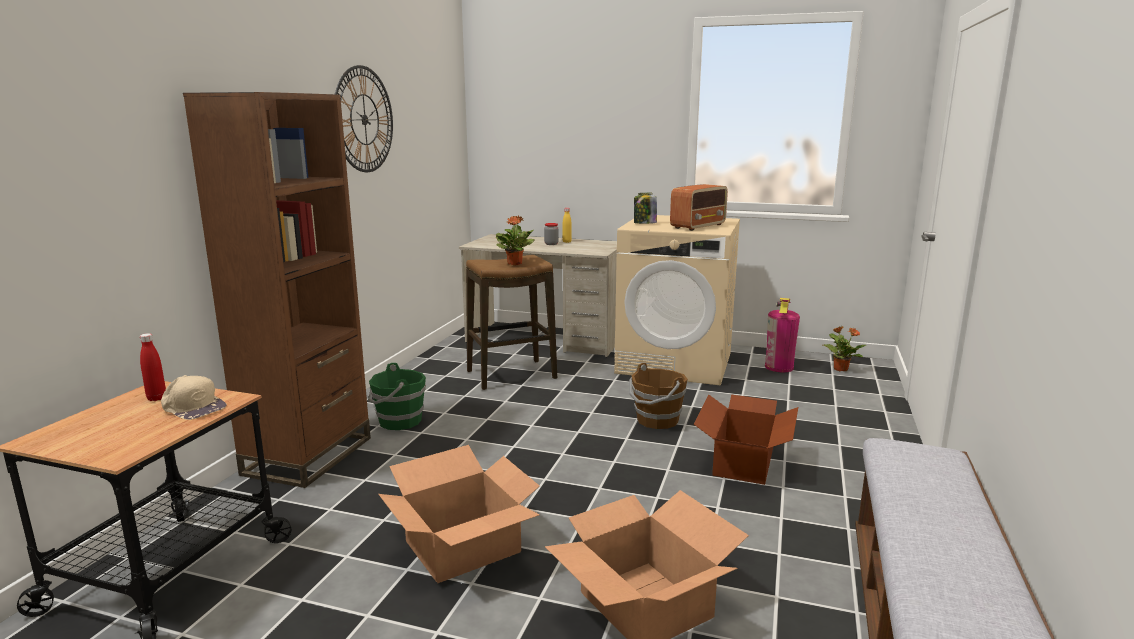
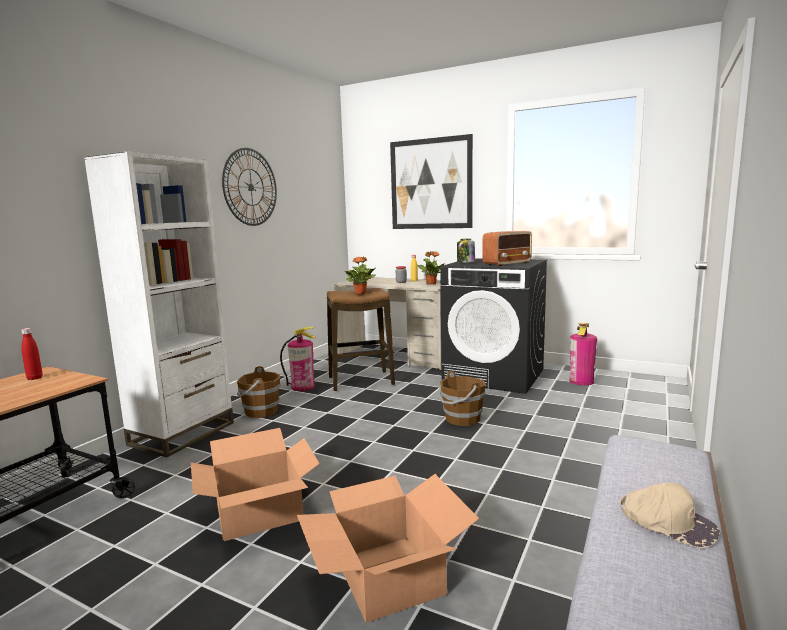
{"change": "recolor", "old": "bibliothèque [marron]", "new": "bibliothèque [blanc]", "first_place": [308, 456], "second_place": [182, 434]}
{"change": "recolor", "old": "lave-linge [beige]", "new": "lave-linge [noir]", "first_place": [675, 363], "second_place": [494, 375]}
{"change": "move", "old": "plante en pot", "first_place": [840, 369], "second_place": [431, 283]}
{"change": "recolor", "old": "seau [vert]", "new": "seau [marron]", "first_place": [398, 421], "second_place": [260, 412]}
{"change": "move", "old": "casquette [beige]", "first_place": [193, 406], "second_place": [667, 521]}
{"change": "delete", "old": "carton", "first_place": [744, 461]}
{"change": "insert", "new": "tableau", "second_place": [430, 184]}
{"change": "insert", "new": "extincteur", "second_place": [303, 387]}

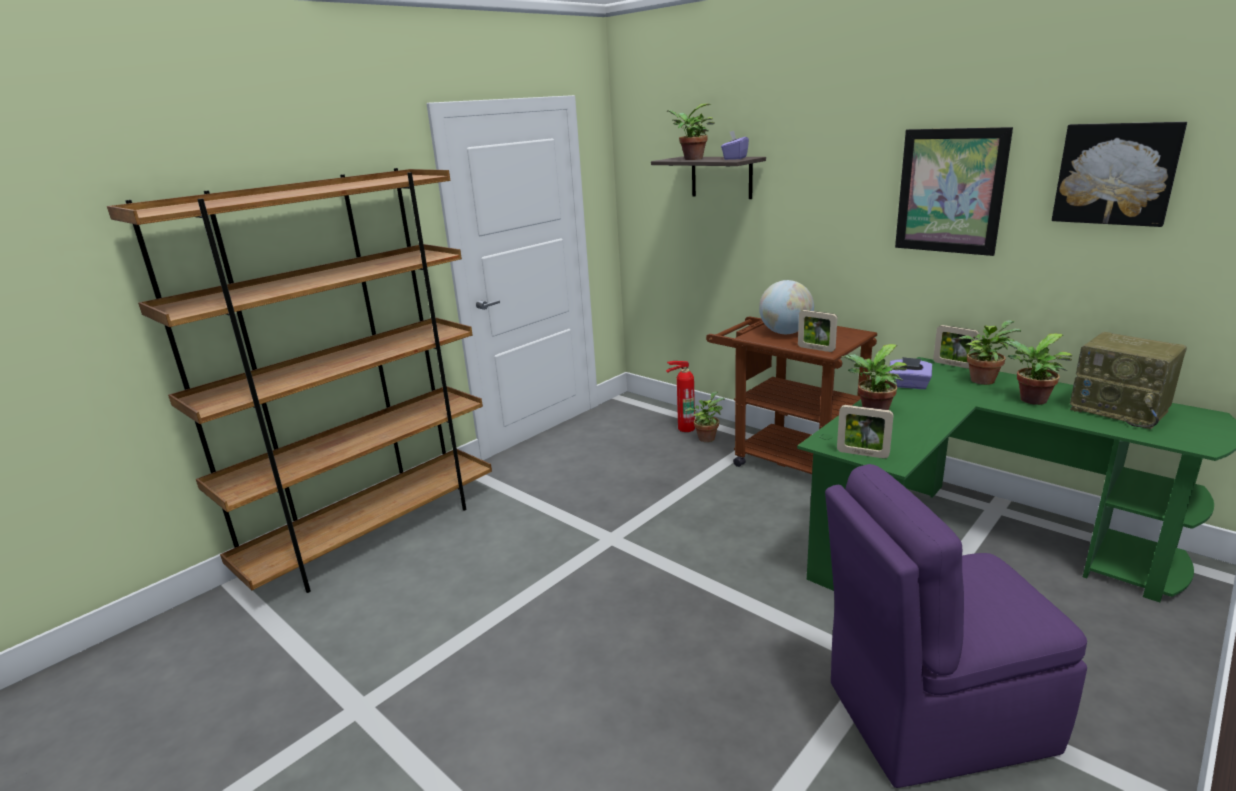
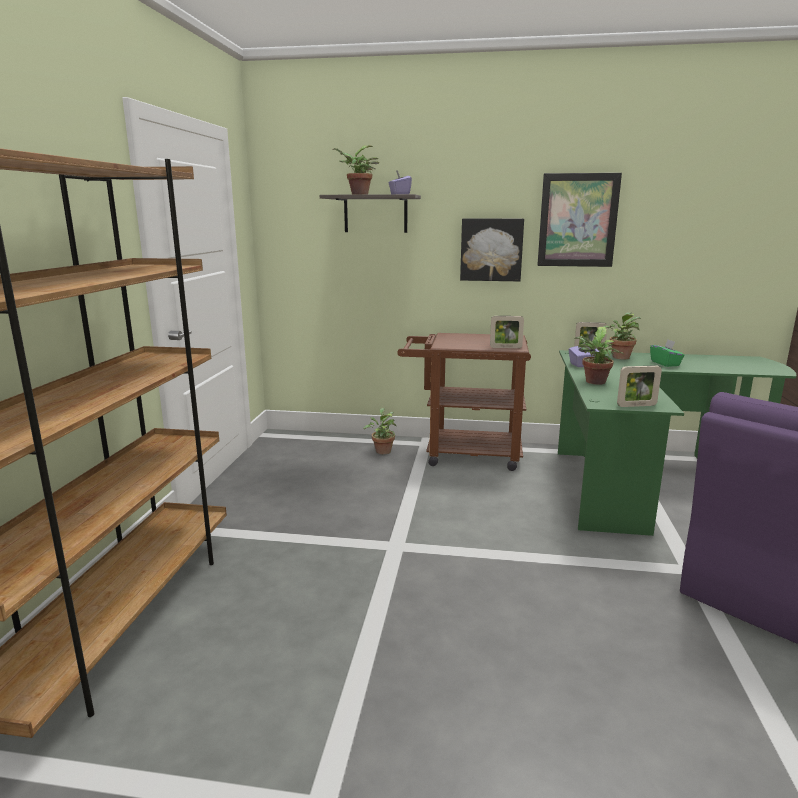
{"change": "move", "old": "tableau", "first_place": [1116, 174], "second_place": [491, 249]}
{"change": "delete", "old": "globe", "first_place": [785, 333]}
{"change": "delete", "old": "radio", "first_place": [1120, 410]}
{"change": "replace", "old": "plante en pot", "new": "boîte à mouchoirs [vert]", "first_place": [1030, 400], "second_place": [665, 363]}
{"change": "delete", "old": "extincteur", "first_place": [684, 428]}

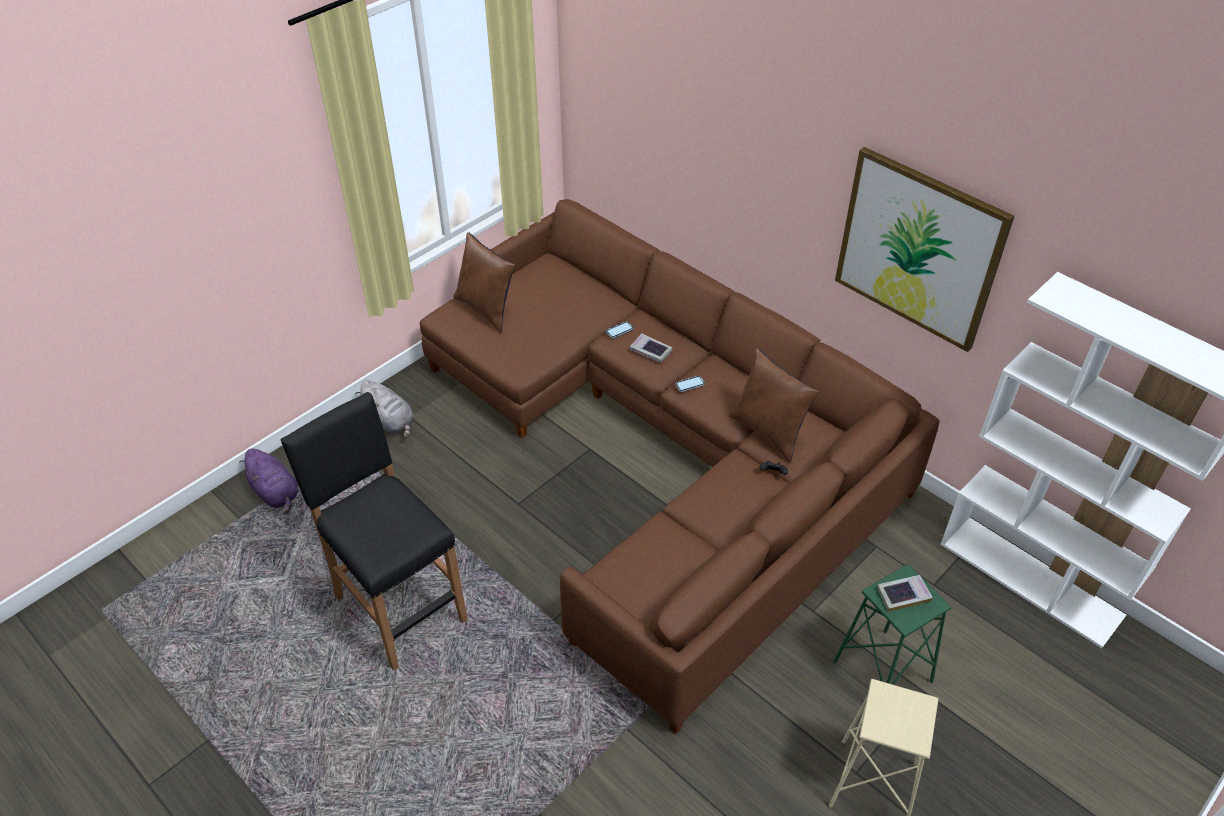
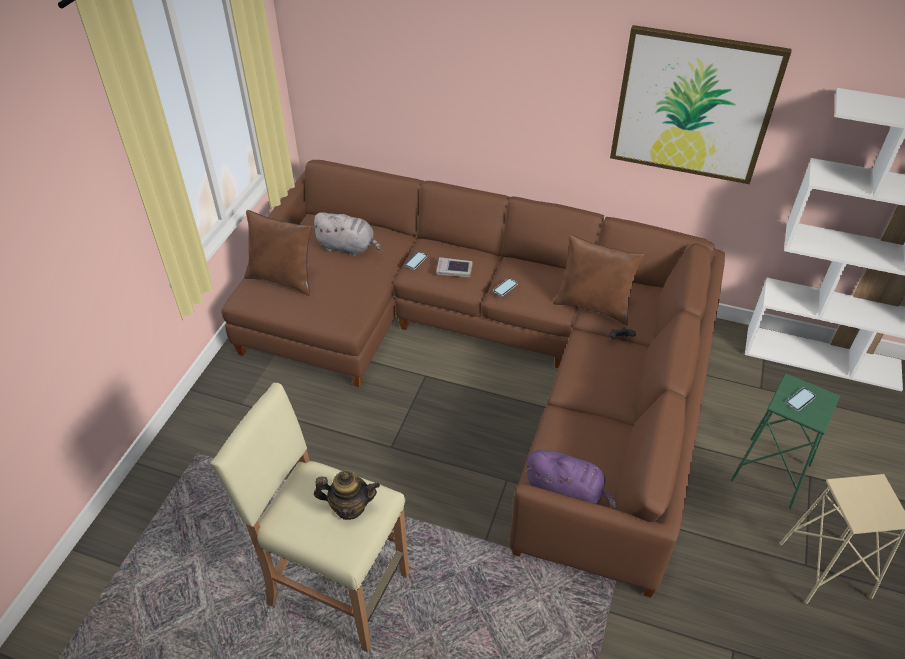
{"change": "move", "old": "peluche [gris]", "first_place": [390, 422], "second_place": [348, 247]}
{"change": "recolor", "old": "tabouret [noir]", "new": "tabouret [beige]", "first_place": [399, 608], "second_place": [337, 588]}
{"change": "move", "old": "peluche [violet]", "first_place": [276, 493], "second_place": [567, 491]}
{"change": "replace", "old": "livre", "new": "téléphone", "first_place": [903, 595], "second_place": [800, 400]}
{"change": "insert", "new": "théière", "second_place": [349, 507]}

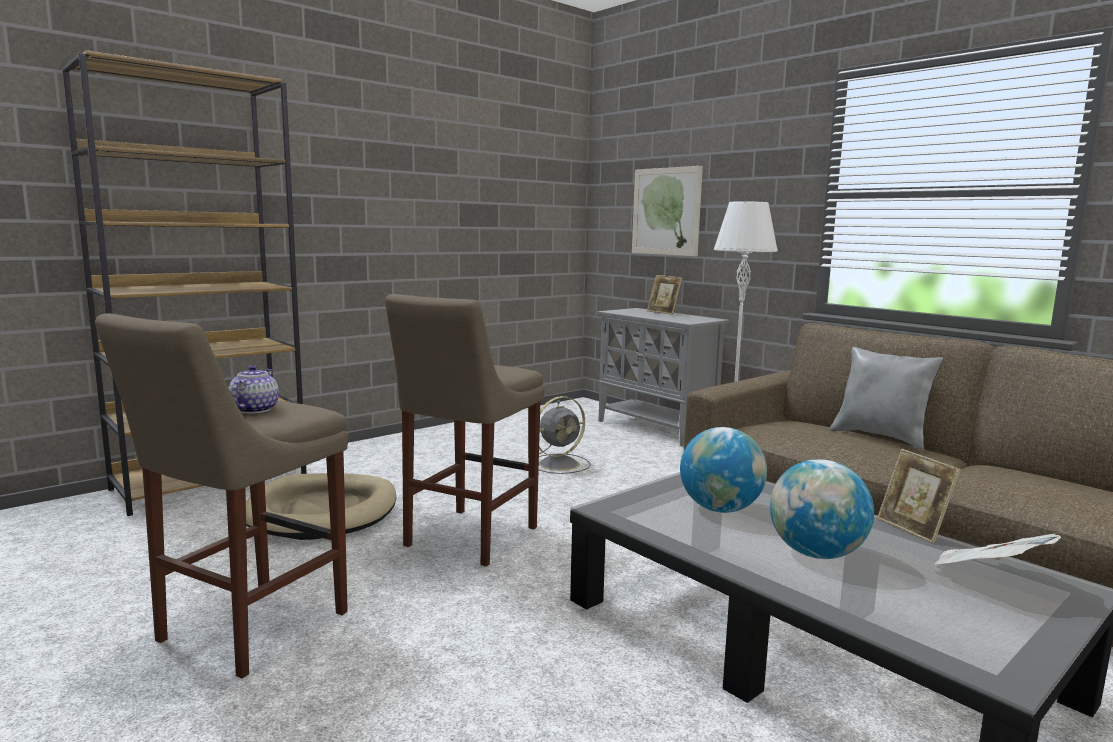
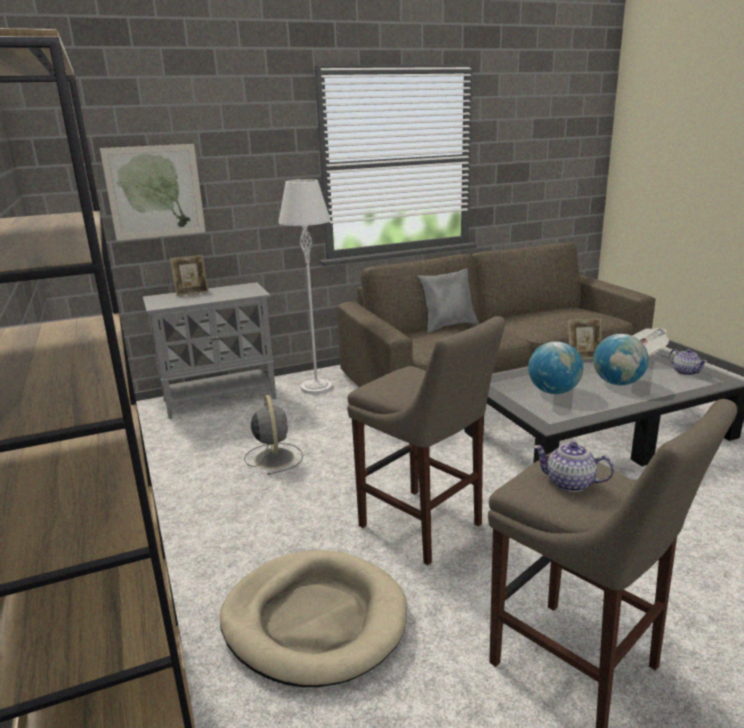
{"change": "insert", "new": "théière", "second_place": [685, 372]}

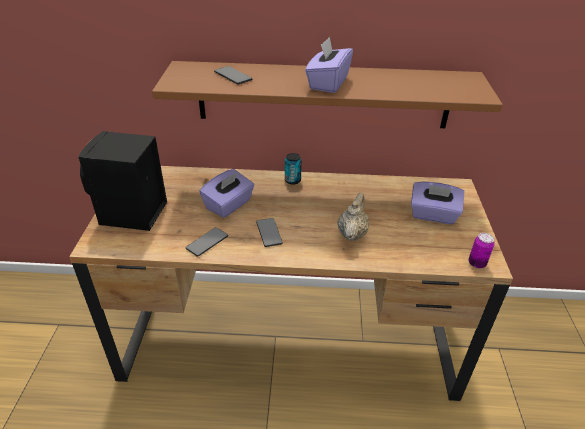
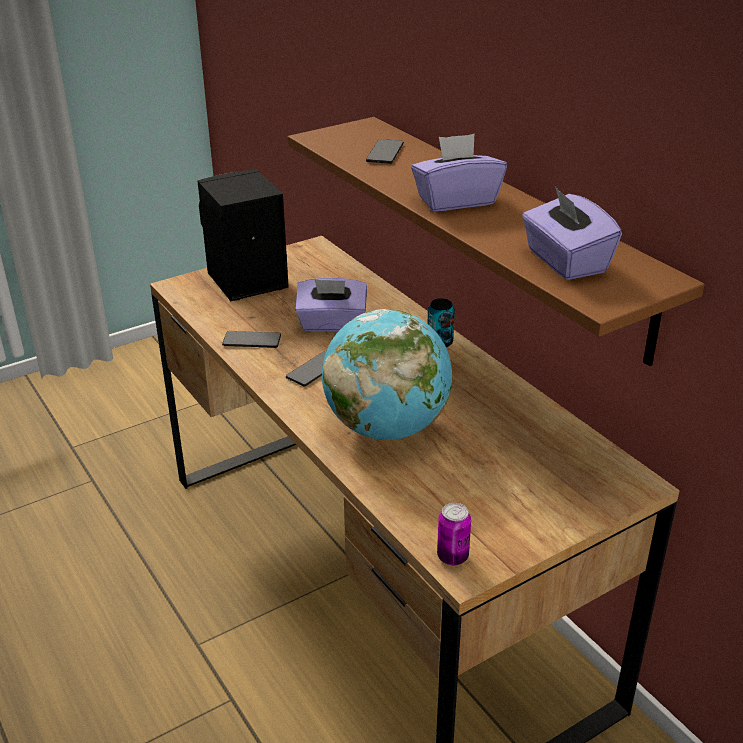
{"change": "move", "old": "boîte à mouchoirs [violet]", "first_place": [433, 215], "second_place": [565, 261]}
{"change": "replace", "old": "théière [beige]", "new": "globe", "first_place": [352, 233], "second_place": [386, 428]}

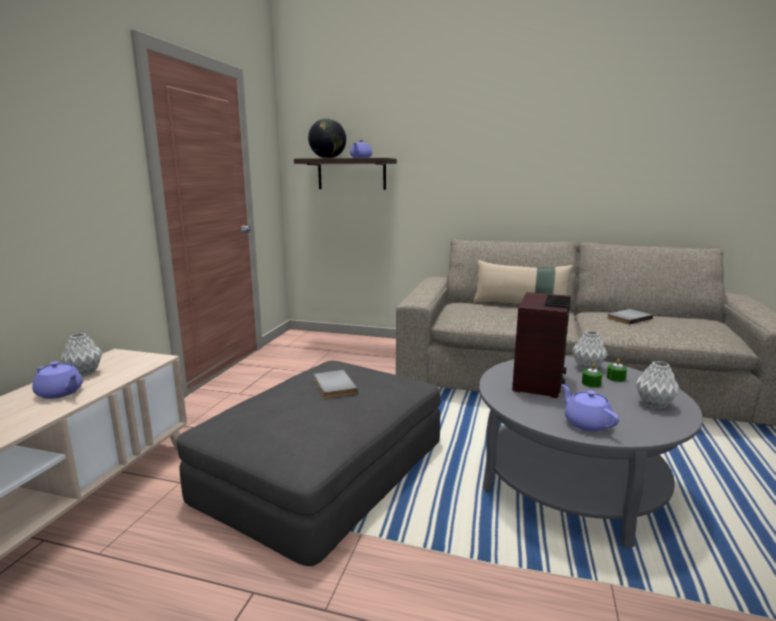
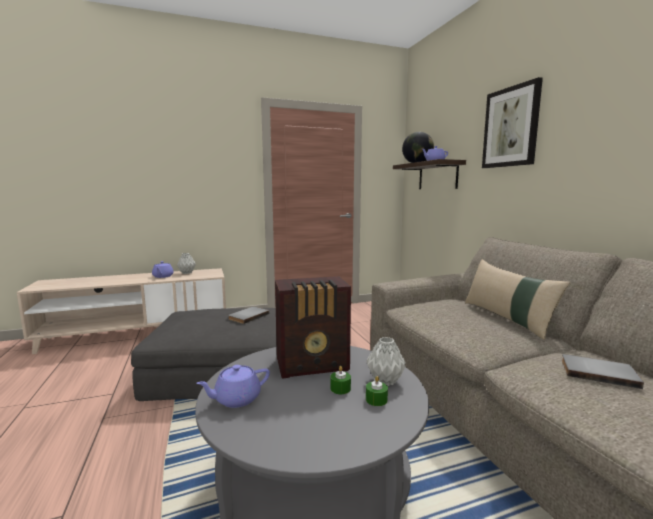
{"change": "delete", "old": "vase [gris]", "first_place": [654, 404]}
{"change": "rotate", "old": "théière [violet]", "first_place": [586, 423], "second_place": [236, 399], "degrees": -150}
{"change": "insert", "new": "tableau", "second_place": [511, 127]}

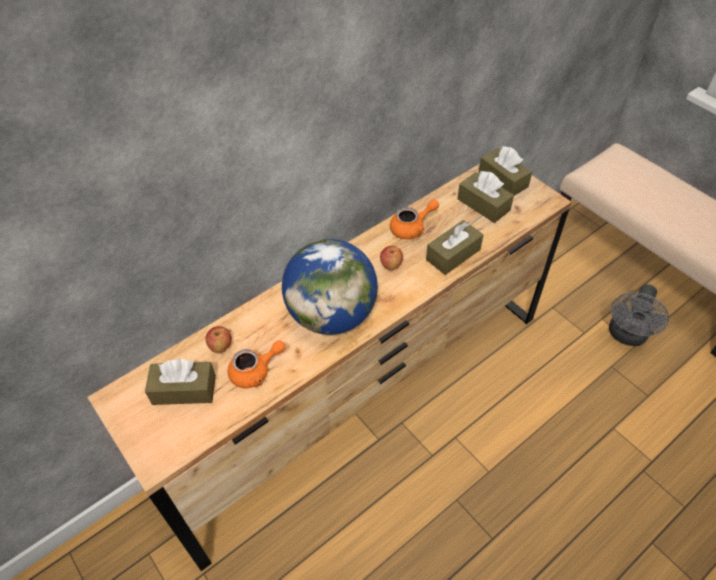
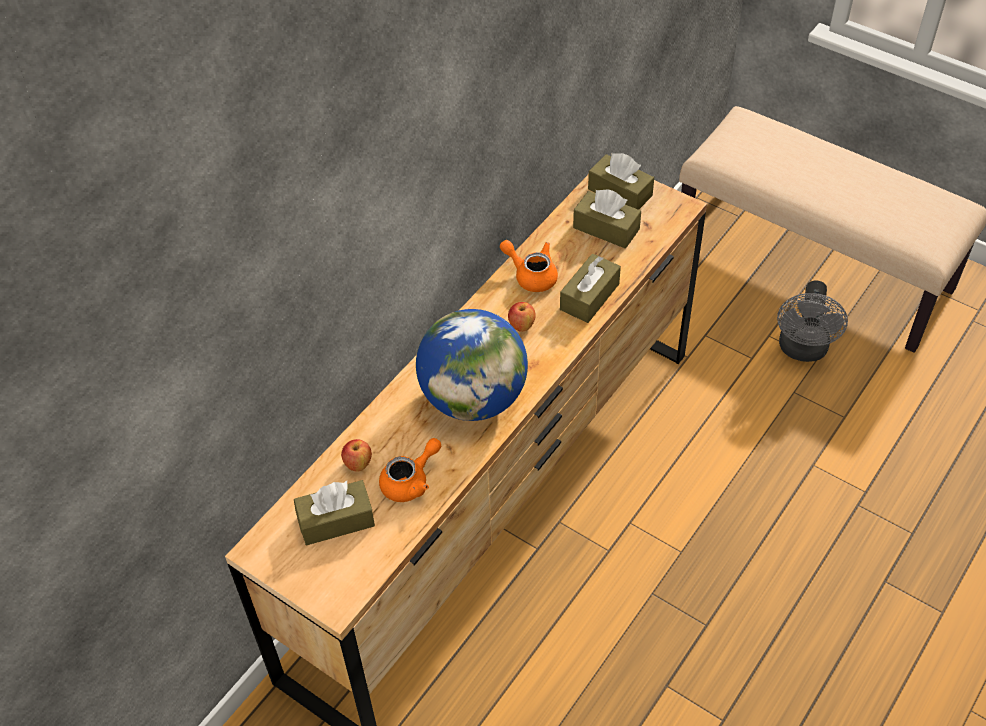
{"change": "rotate", "old": "théière [orange]", "first_place": [412, 228], "second_place": [531, 275], "degrees": -105}

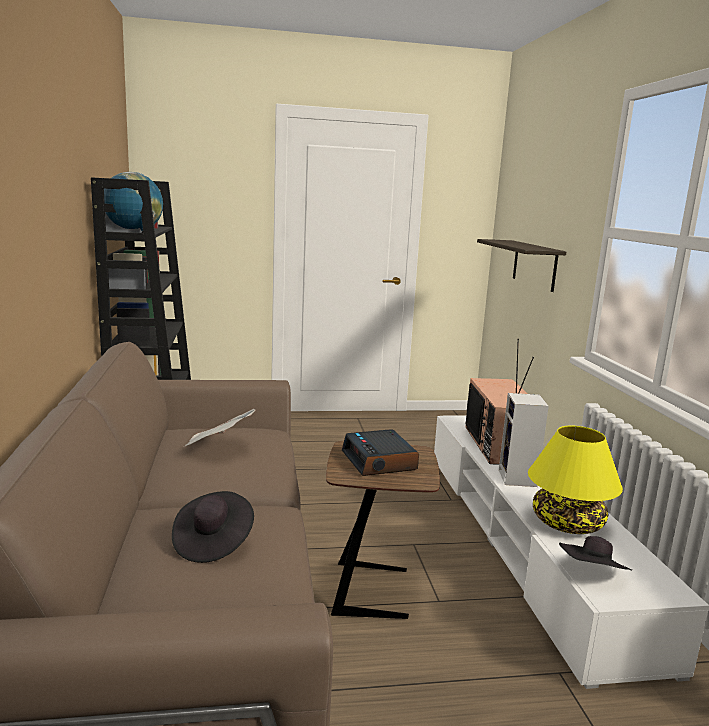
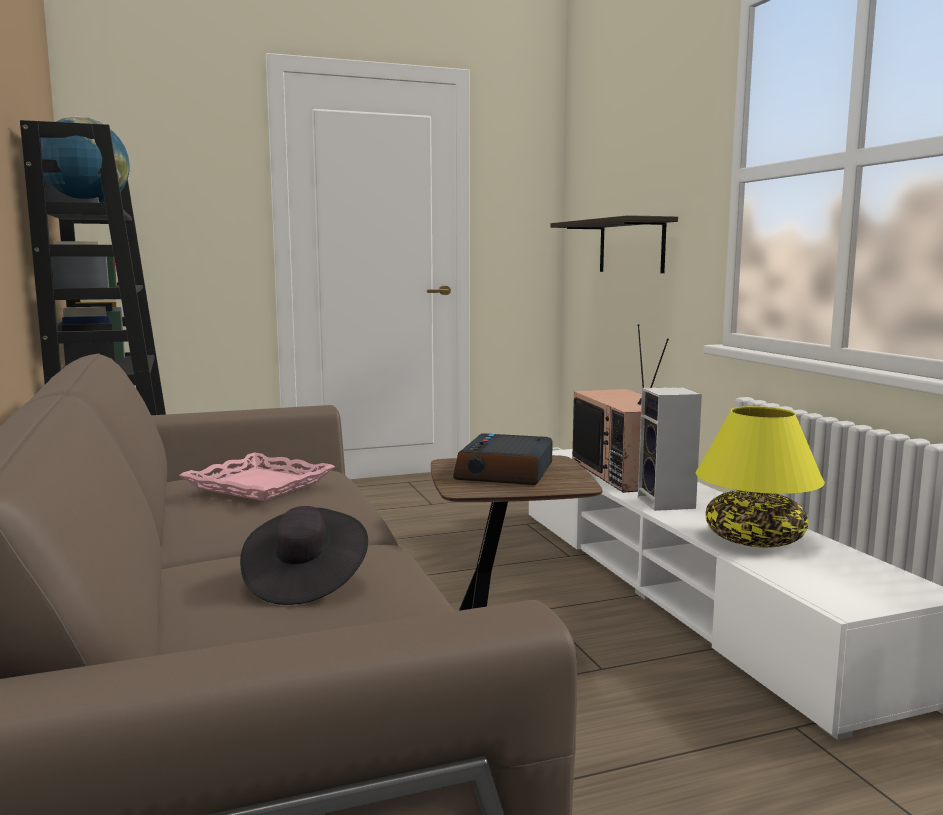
{"change": "replace", "old": "journal", "new": "plateau [rose]", "first_place": [218, 446], "second_place": [258, 485]}
{"change": "rotate", "old": "réveil", "first_place": [380, 461], "second_place": [505, 472], "degrees": 45}
{"change": "delete", "old": "chapeau [noir]", "first_place": [592, 574]}

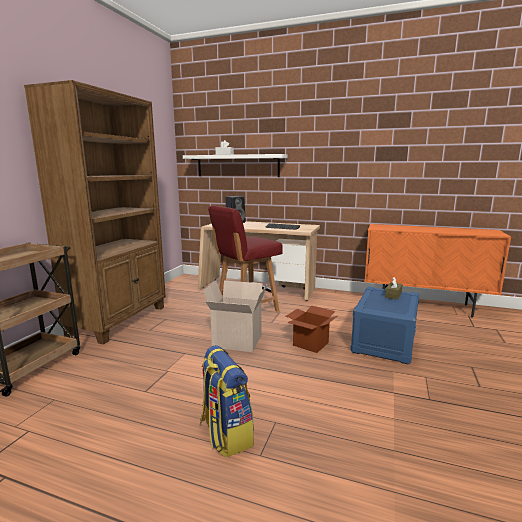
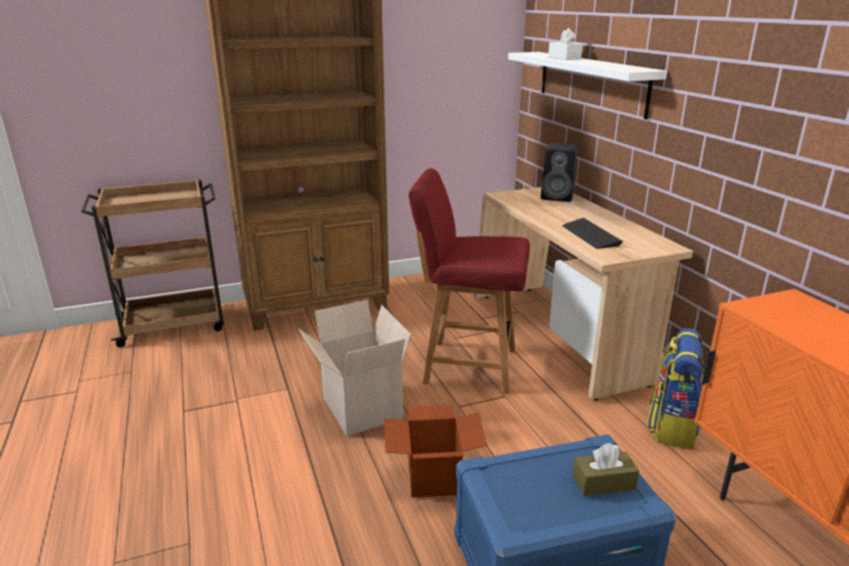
{"change": "move", "old": "sac à dos", "first_place": [225, 434], "second_place": [672, 426]}

